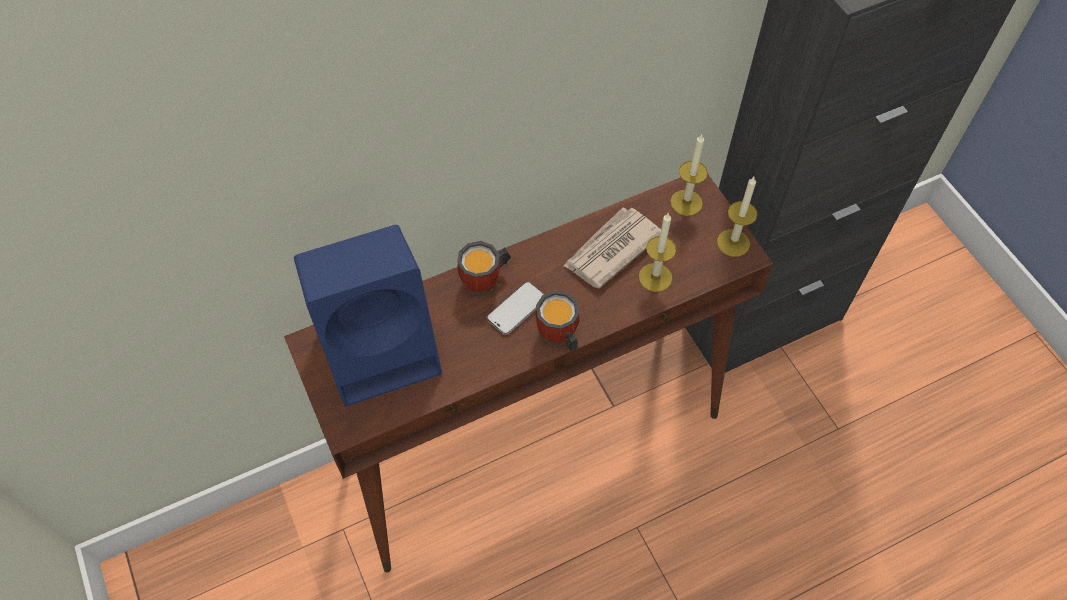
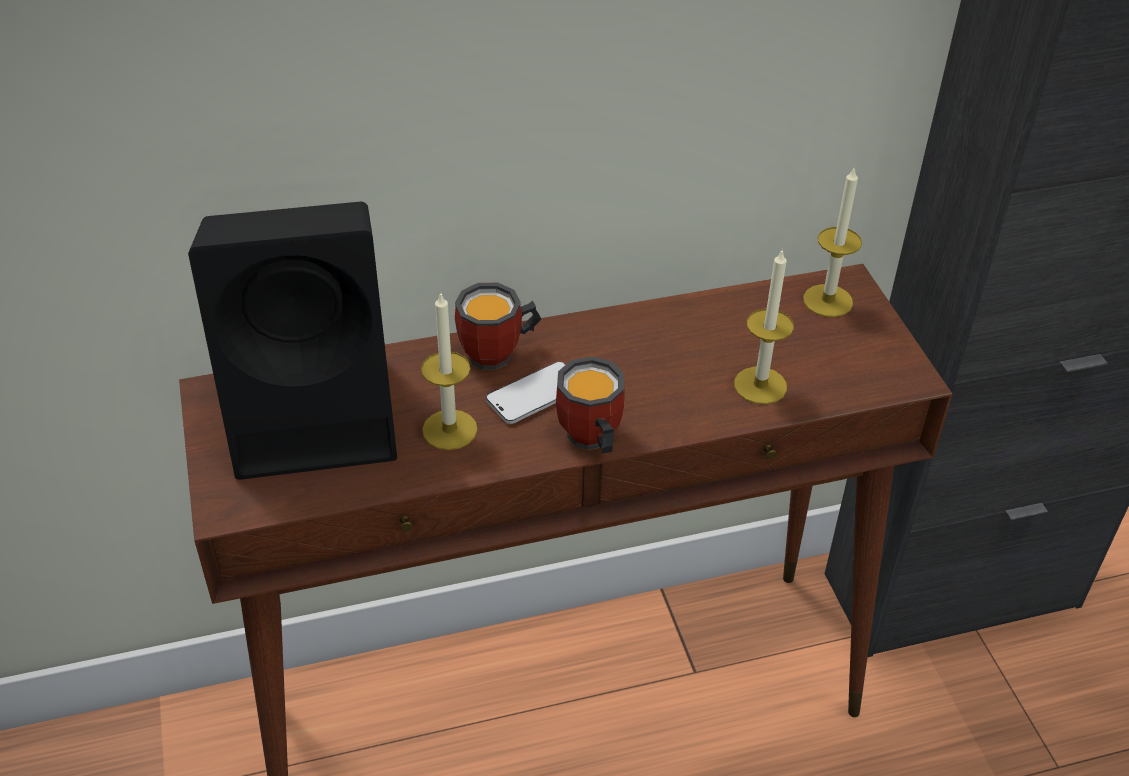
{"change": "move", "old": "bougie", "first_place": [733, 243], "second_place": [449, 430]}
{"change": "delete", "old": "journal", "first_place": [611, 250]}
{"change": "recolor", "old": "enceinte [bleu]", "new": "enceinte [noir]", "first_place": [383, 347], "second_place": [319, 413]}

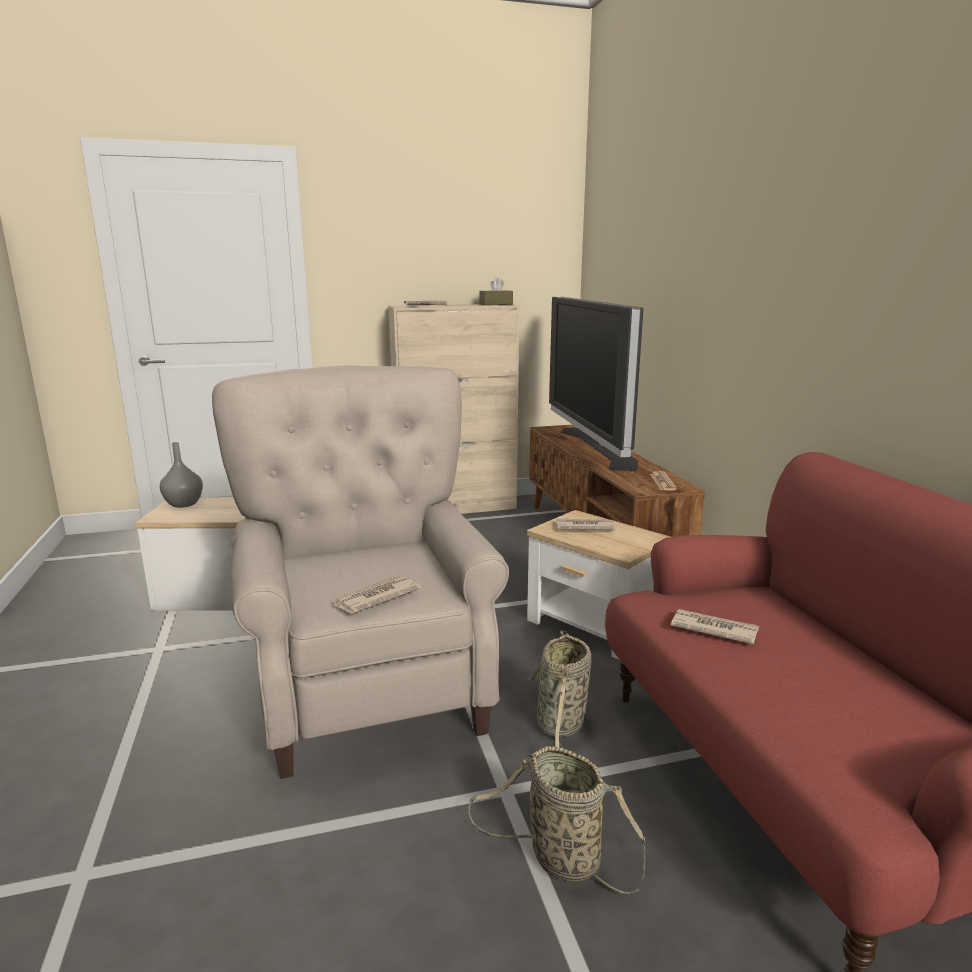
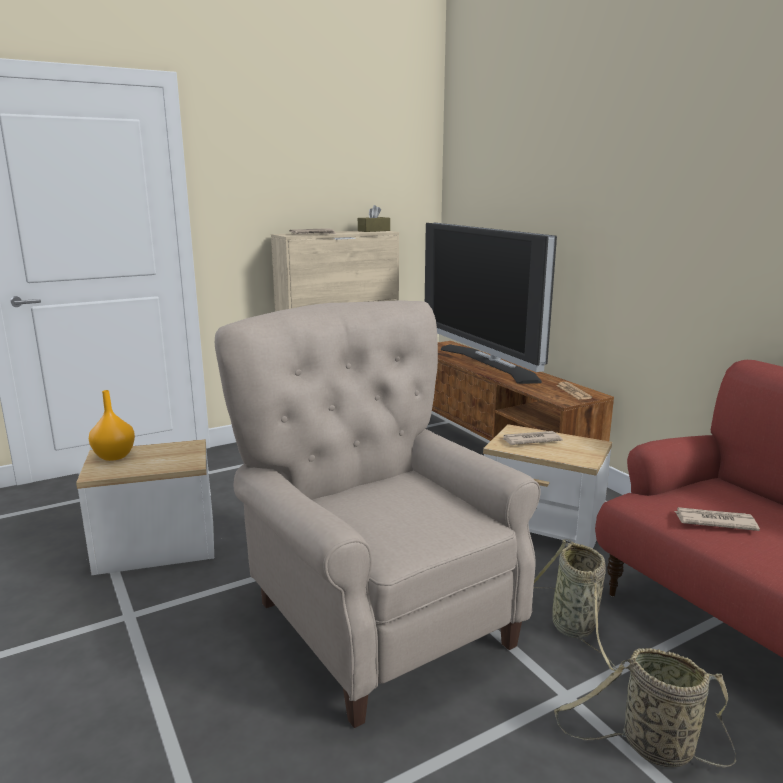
{"change": "recolor", "old": "vase [gris]", "new": "vase [orange]", "first_place": [184, 504], "second_place": [115, 456]}
{"change": "delete", "old": "journal", "first_place": [375, 598]}

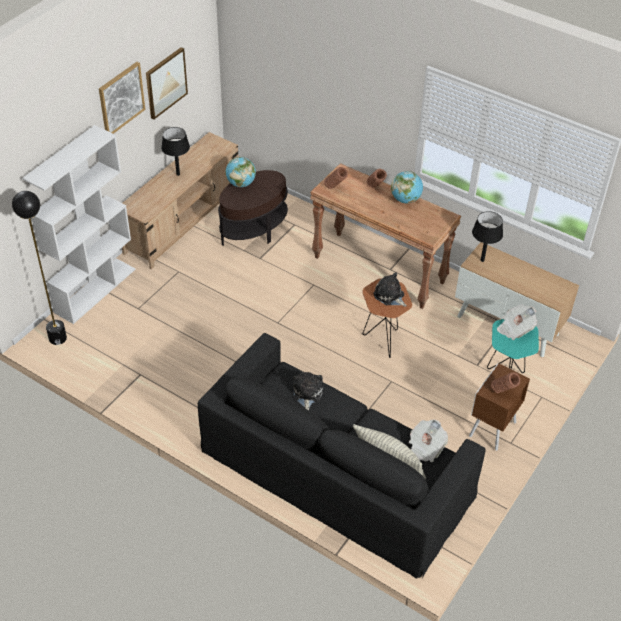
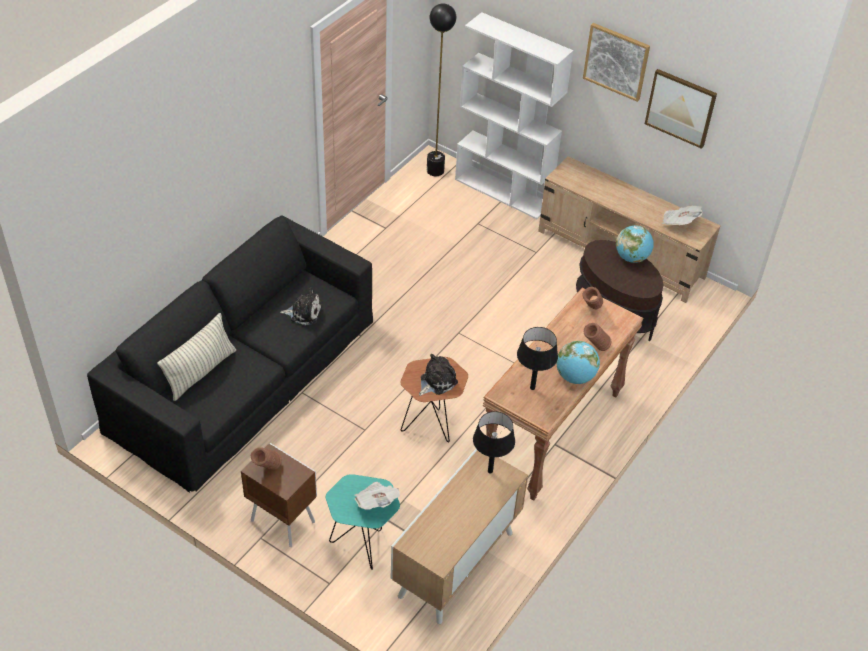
{"change": "move", "old": "lampe de table [noir]", "first_place": [178, 174], "second_place": [532, 388]}
{"change": "move", "old": "journal", "first_place": [425, 447], "second_place": [679, 222]}

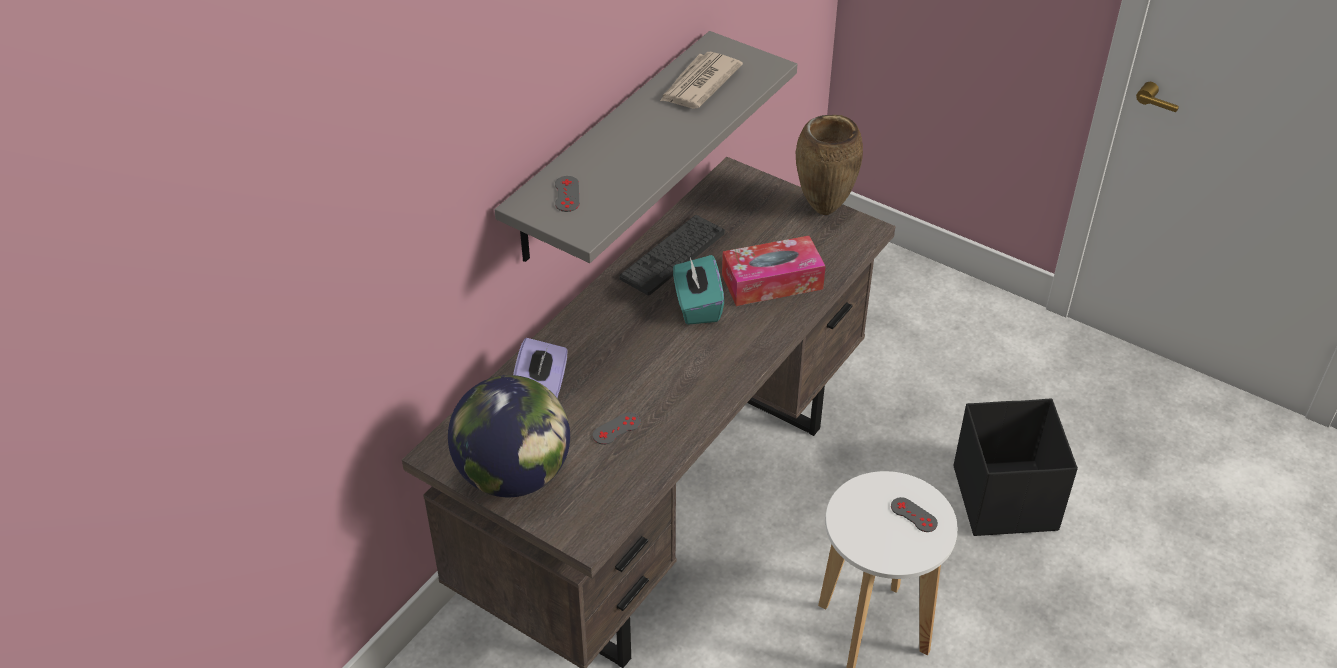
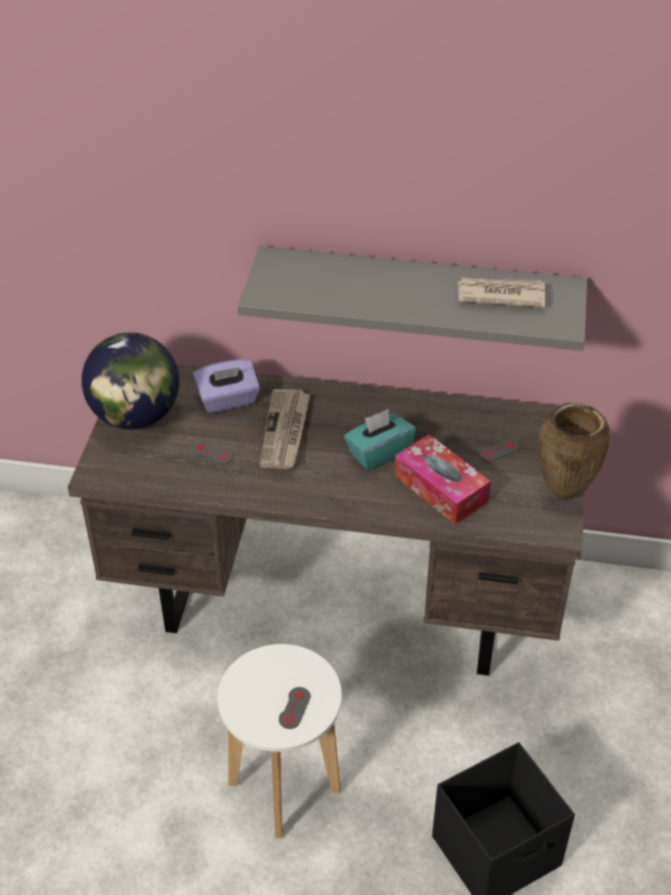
{"change": "move", "old": "manette [gris]", "first_place": [567, 194], "second_place": [499, 450]}
{"change": "delete", "old": "clavier", "first_place": [672, 255]}
{"change": "insert", "new": "journal", "second_place": [285, 431]}

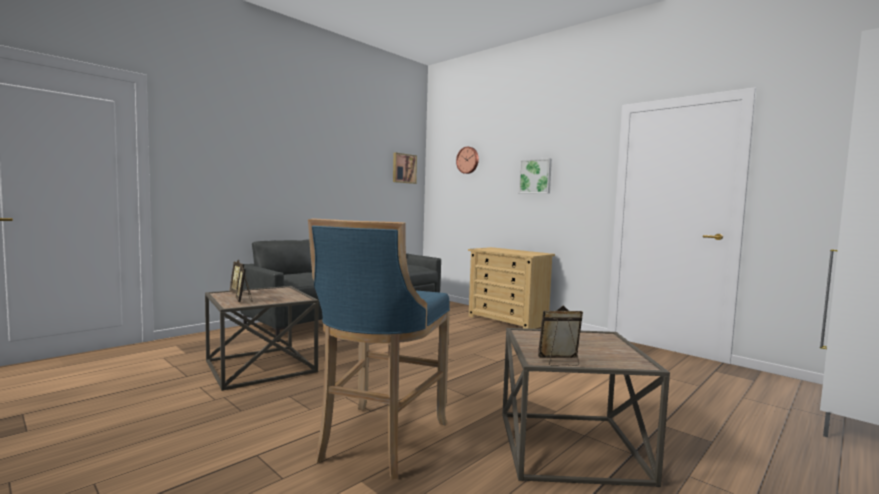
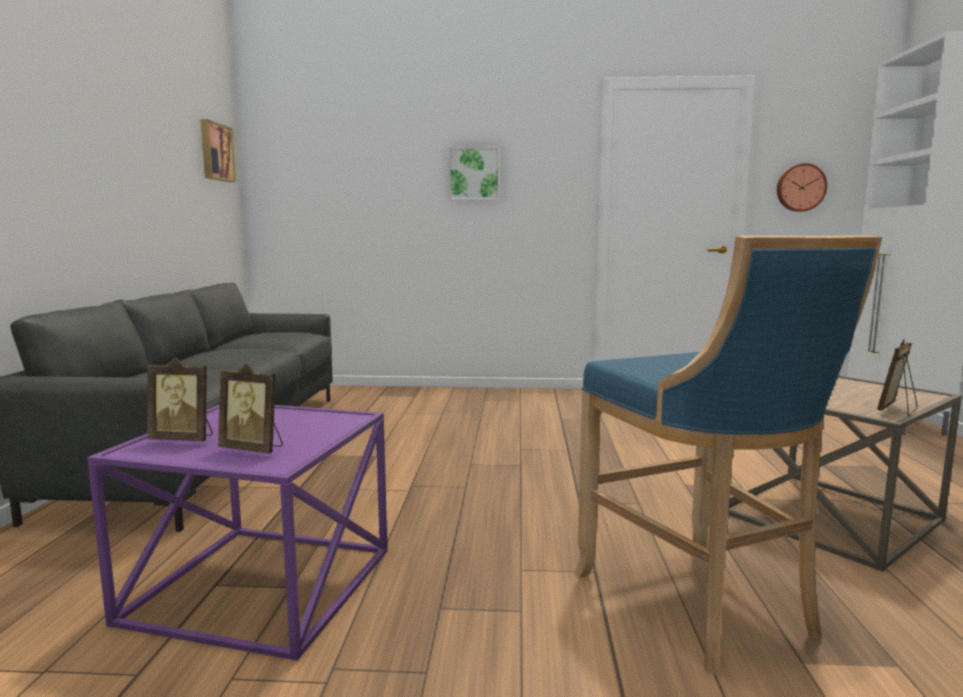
{"change": "move", "old": "horloge murale", "first_place": [468, 160], "second_place": [800, 187]}
{"change": "delete", "old": "commode [beige]", "first_place": [507, 320]}
{"change": "recolor", "old": "table d'appoint [marron]", "new": "table d'appoint [violet]", "first_place": [261, 366], "second_place": [264, 584]}

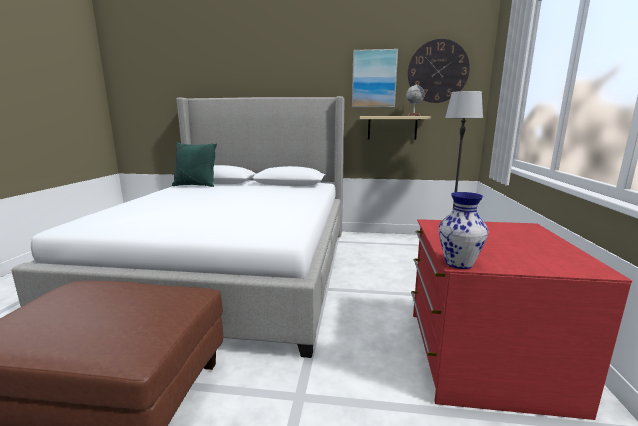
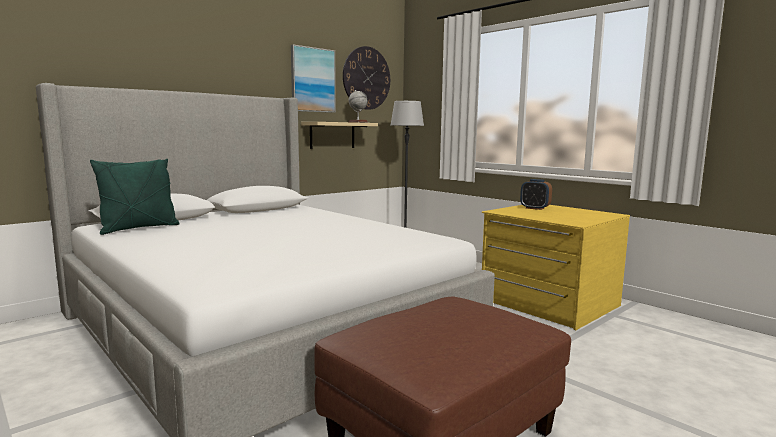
{"change": "delete", "old": "vase", "first_place": [458, 264]}
{"change": "recolor", "old": "commode [rouge]", "new": "commode [jaune]", "first_place": [482, 356], "second_place": [548, 303]}
{"change": "insert", "new": "réveil", "second_place": [535, 208]}

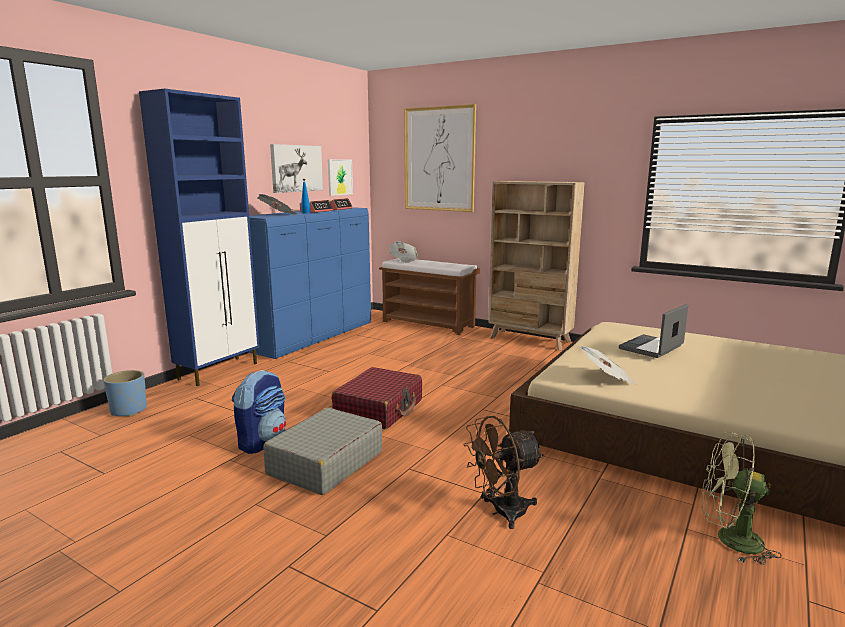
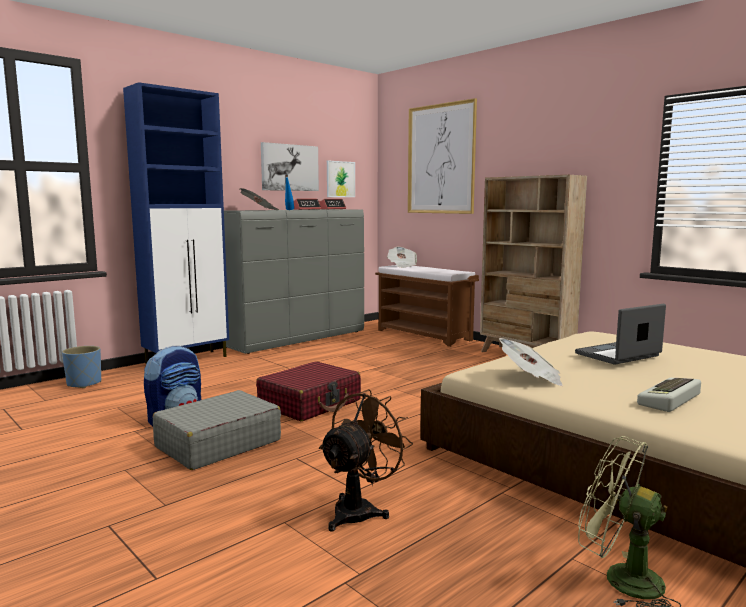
{"change": "recolor", "old": "commode [bleu]", "new": "commode [gris]", "first_place": [316, 338], "second_place": [300, 339]}
{"change": "rotate", "old": "ventilateur [marron]", "first_place": [501, 512], "second_place": [360, 510], "degrees": 135}
{"change": "insert", "new": "clavier", "second_place": [671, 400]}

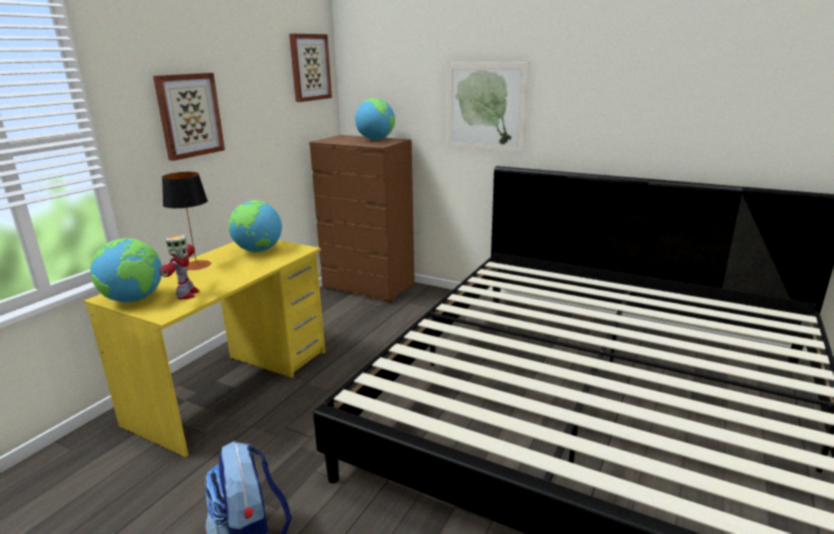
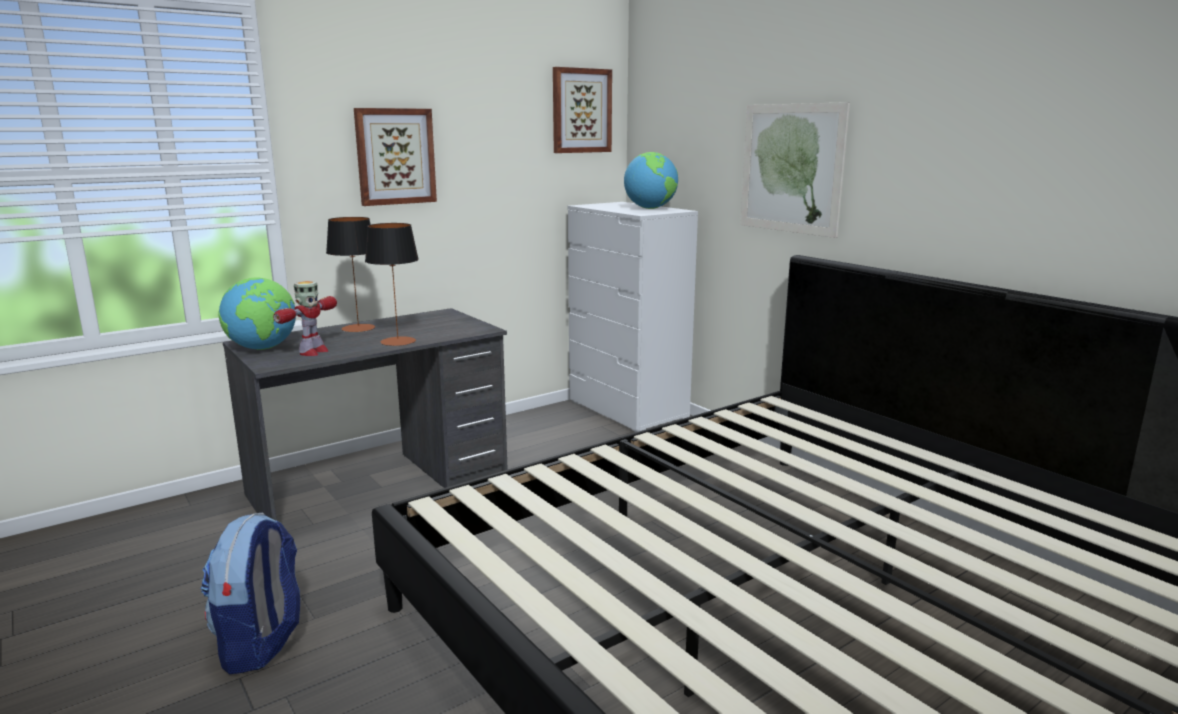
{"change": "recolor", "old": "commode [marron]", "new": "commode [blanc]", "first_place": [369, 286], "second_place": [628, 410]}
{"change": "delete", "old": "globe", "first_place": [258, 251]}
{"change": "recolor", "old": "bureau [jaune]", "new": "bureau [gris]", "first_place": [233, 386], "second_place": [380, 484]}
{"change": "insert", "new": "lampe de table", "second_place": [398, 341]}

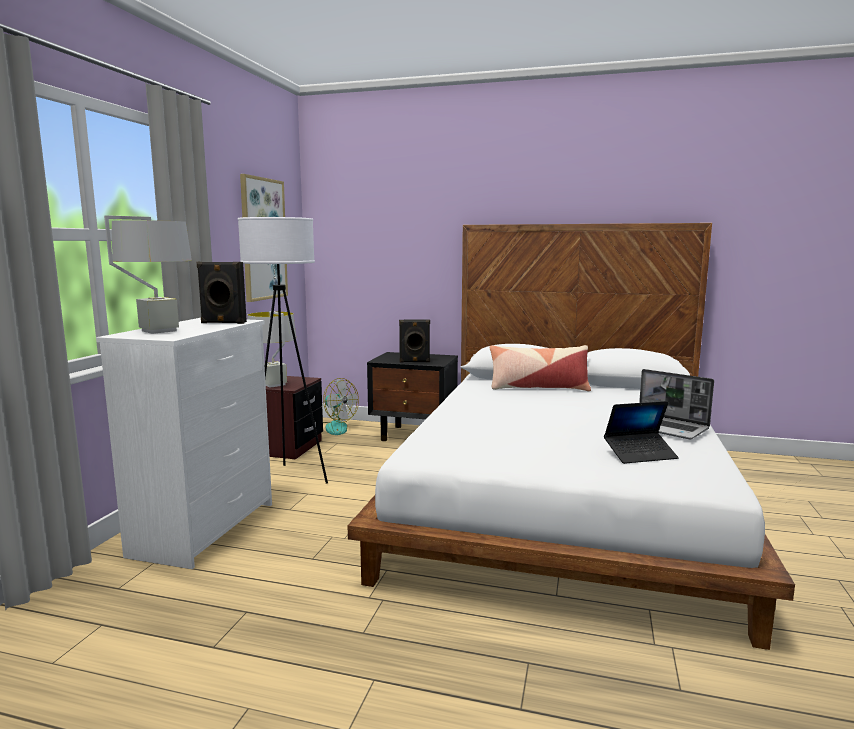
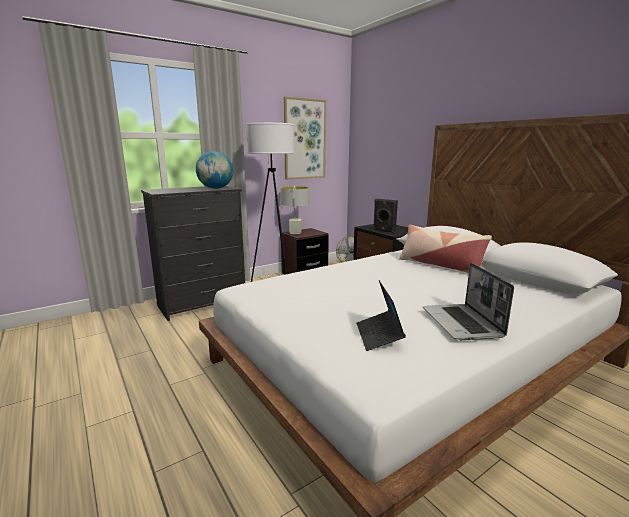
{"change": "delete", "old": "lampe de table [gris]", "first_place": [158, 331]}
{"change": "replace", "old": "enceinte [noir]", "new": "globe", "first_place": [223, 323], "second_place": [216, 188]}
{"change": "recolor", "old": "commode [blanc]", "new": "commode [noir]", "first_place": [206, 528], "second_place": [203, 304]}
{"change": "rotate", "old": "ordinateur portable", "first_place": [640, 454], "second_place": [379, 336], "degrees": 60}

